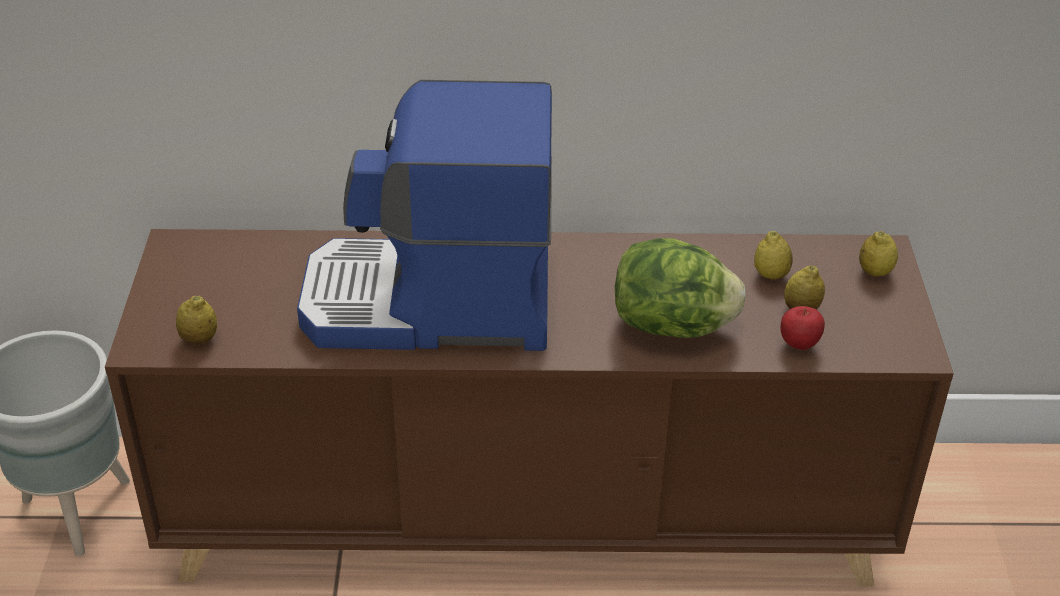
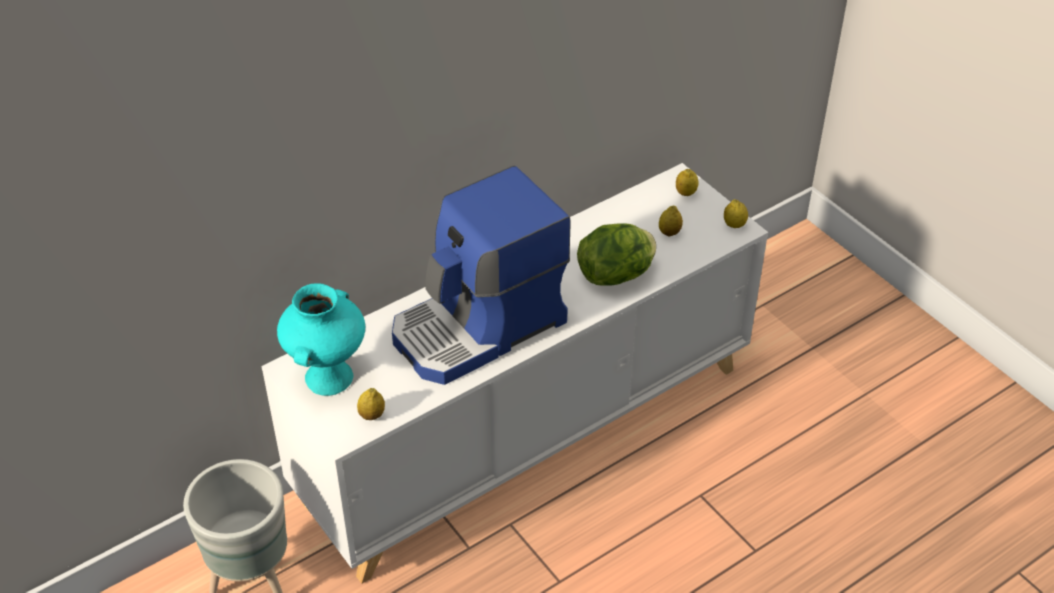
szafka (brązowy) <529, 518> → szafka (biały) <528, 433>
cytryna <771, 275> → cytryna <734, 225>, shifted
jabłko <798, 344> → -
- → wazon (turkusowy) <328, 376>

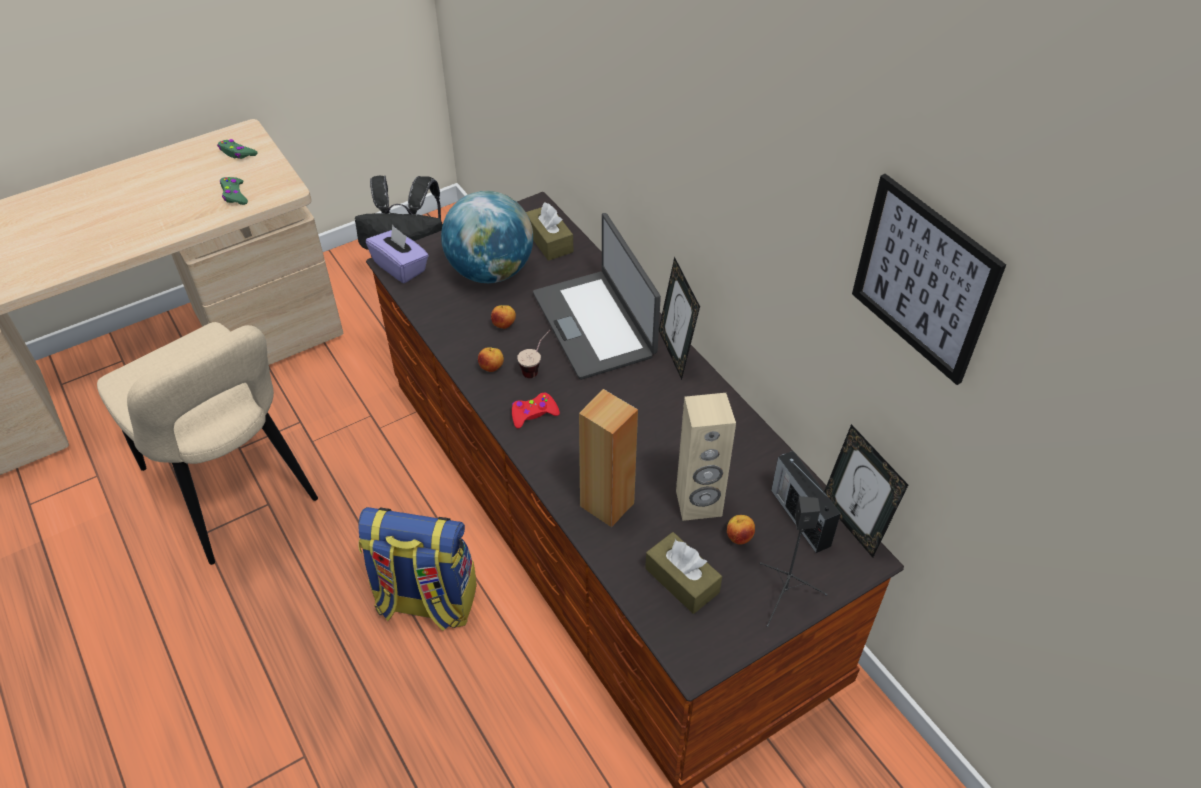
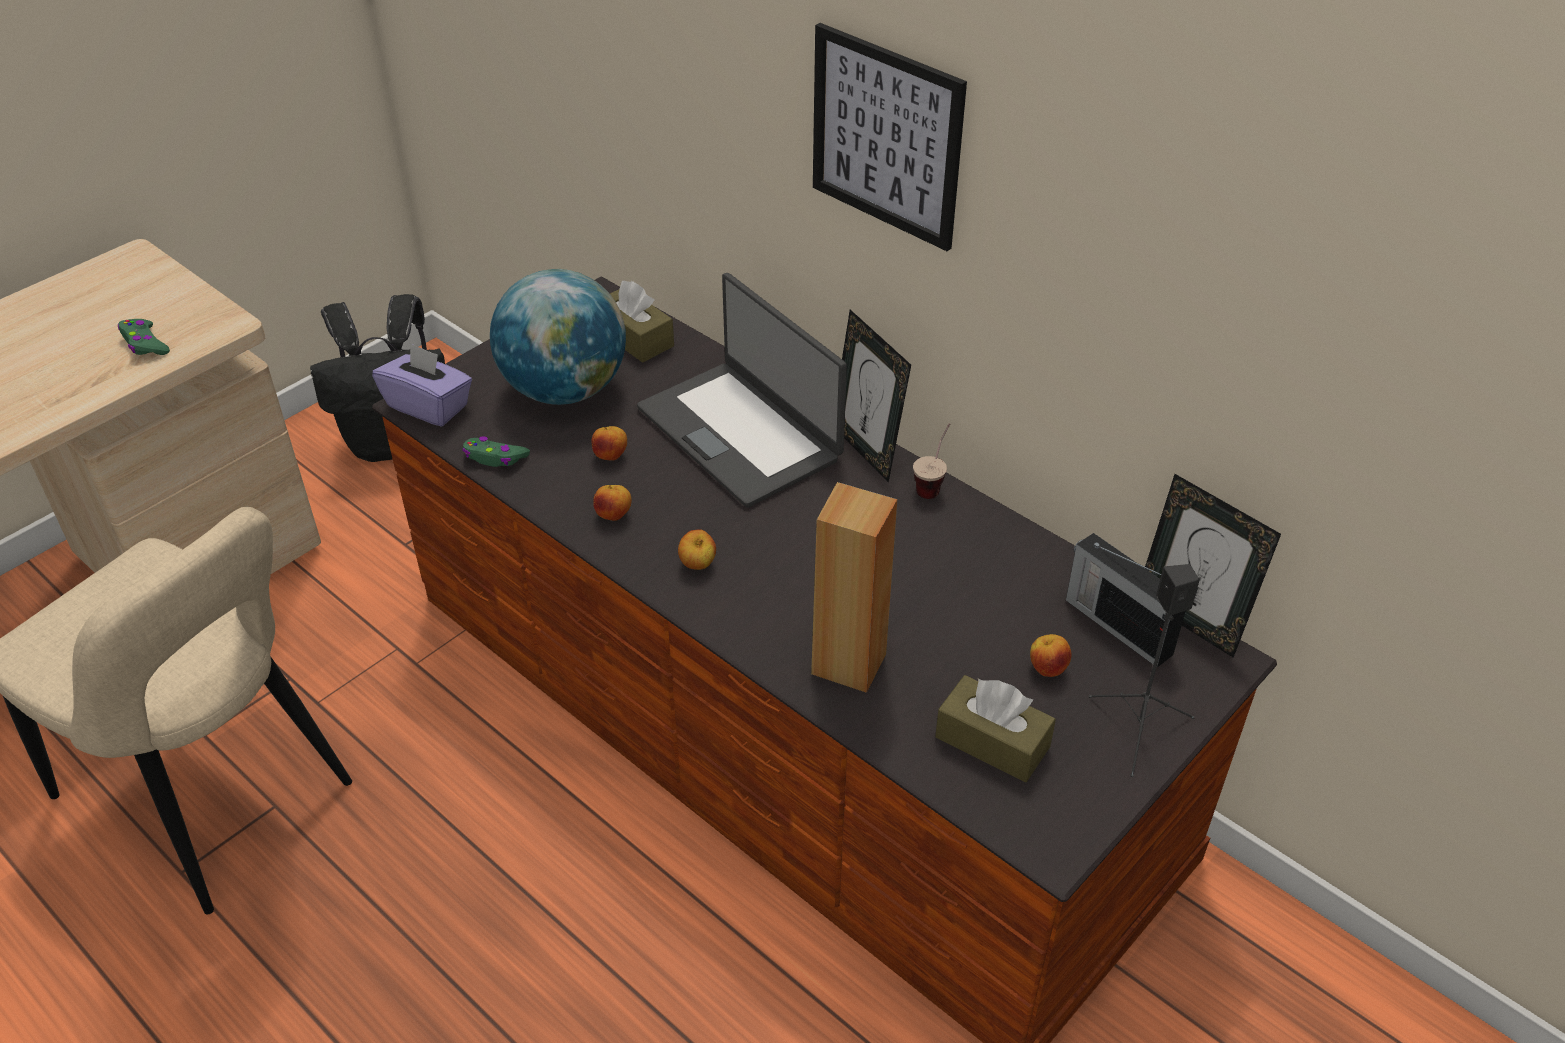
pad do gier (zielony) <237, 153> → pad do gier (zielony) <495, 458>, shifted
plecak <425, 601> → -
pad do gier (czerwony) <533, 414> → jabłko <698, 565>
filiżanka <536, 367> → filiżanka <933, 483>, shifted
głośnik (beżowy) <699, 504> → -
obraz <923, 279> → obraz <886, 137>, shifted

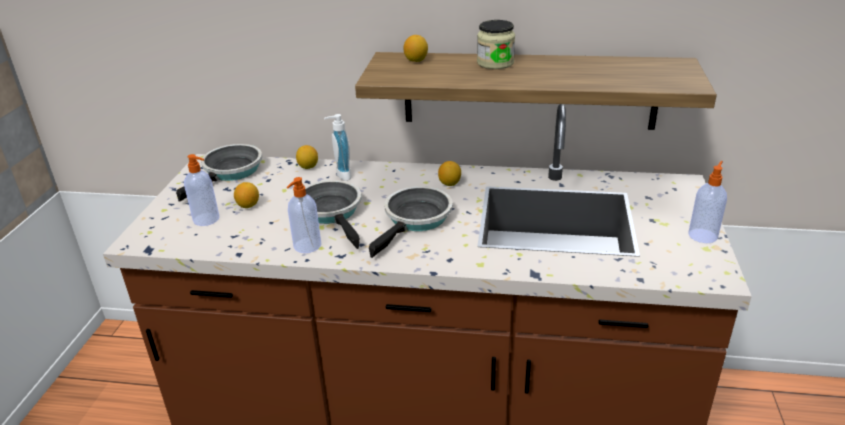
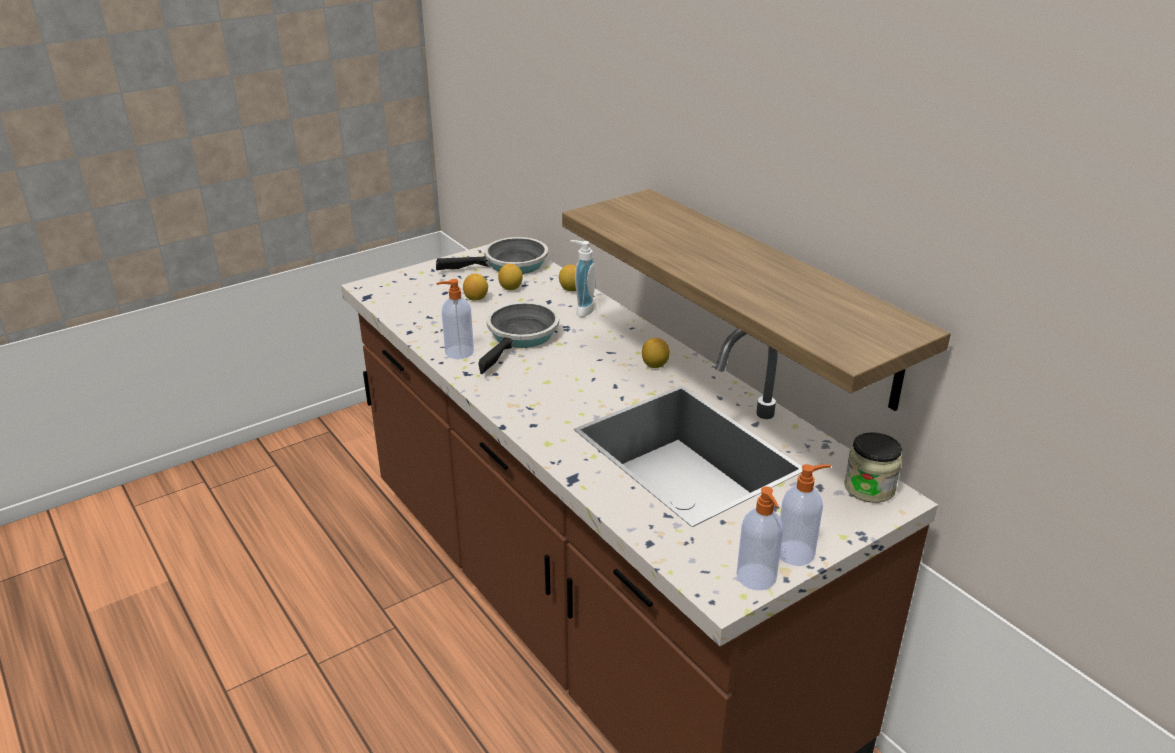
dozownik mydła <207, 219> → dozownik mydła <757, 578>, shifted
patelnia <416, 220> → -
cytryna <416, 60> → cytryna <511, 288>, shifted
słoik <495, 63> → słoik <869, 488>, shifted

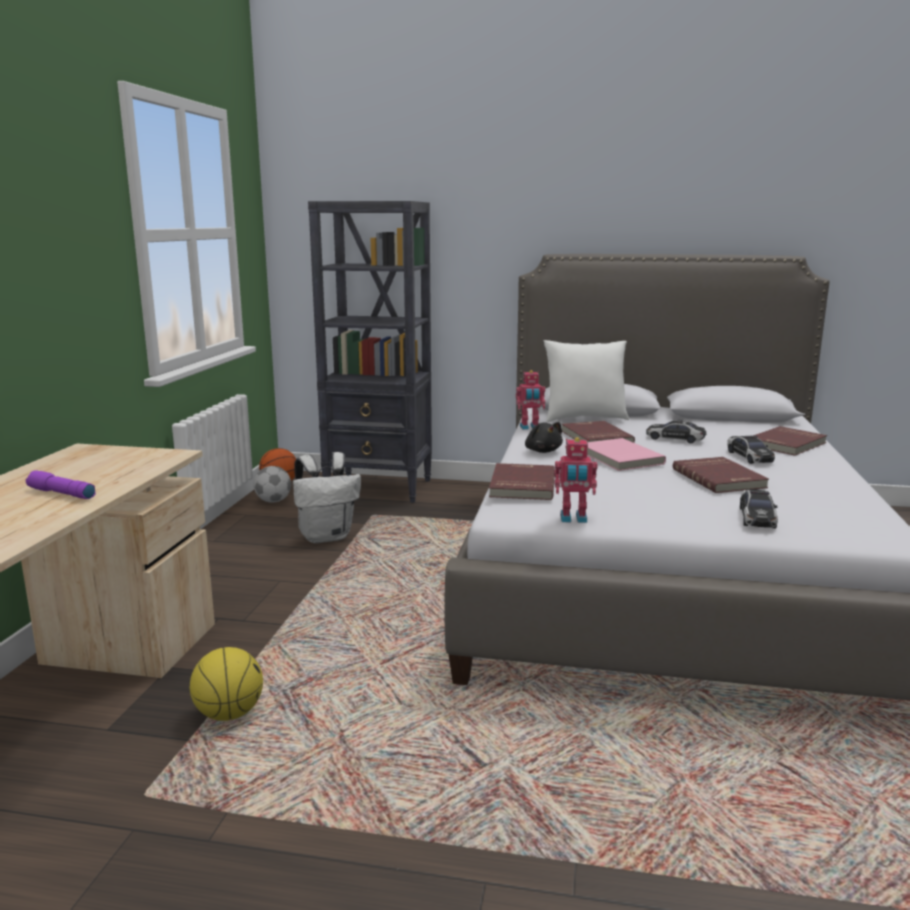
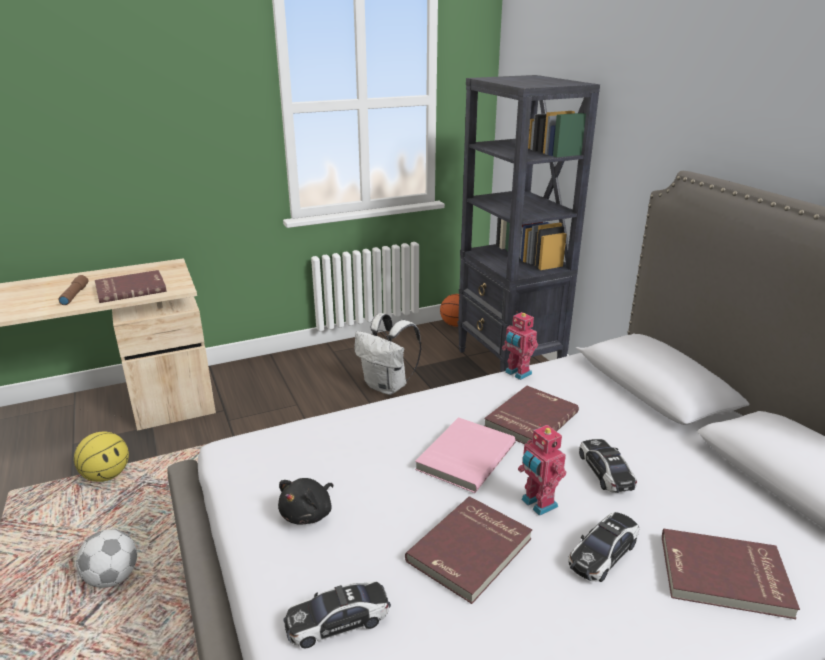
latarka (fioletowy) <61, 494> → latarka (brązowy) <74, 295>
piłka futbolowa <273, 501> → piłka futbolowa <113, 578>, shifted
książka (czerwony) <521, 485> → książka (czerwony) <131, 289>, shifted
pluszak (czarny) <542, 451> → pluszak (czarny) <308, 514>, shifted
poduszka (biały) <584, 418> → -
robot zabawkowy <573, 519> → robot zabawkowy <537, 504>, shifted

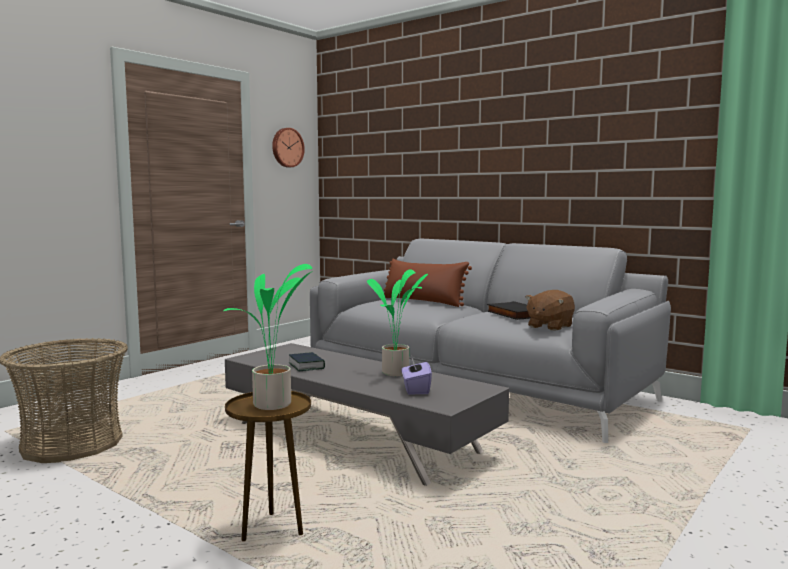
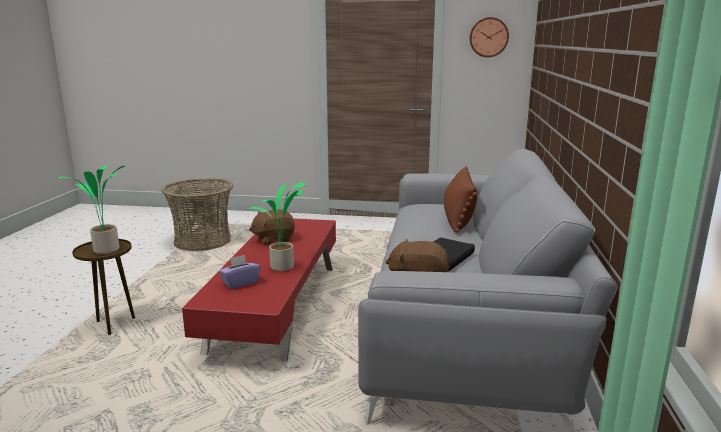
ława (szary) <357, 437> → ława (czerwony) <277, 306>
książka <306, 366> → pluszak (brązowy) <274, 239>

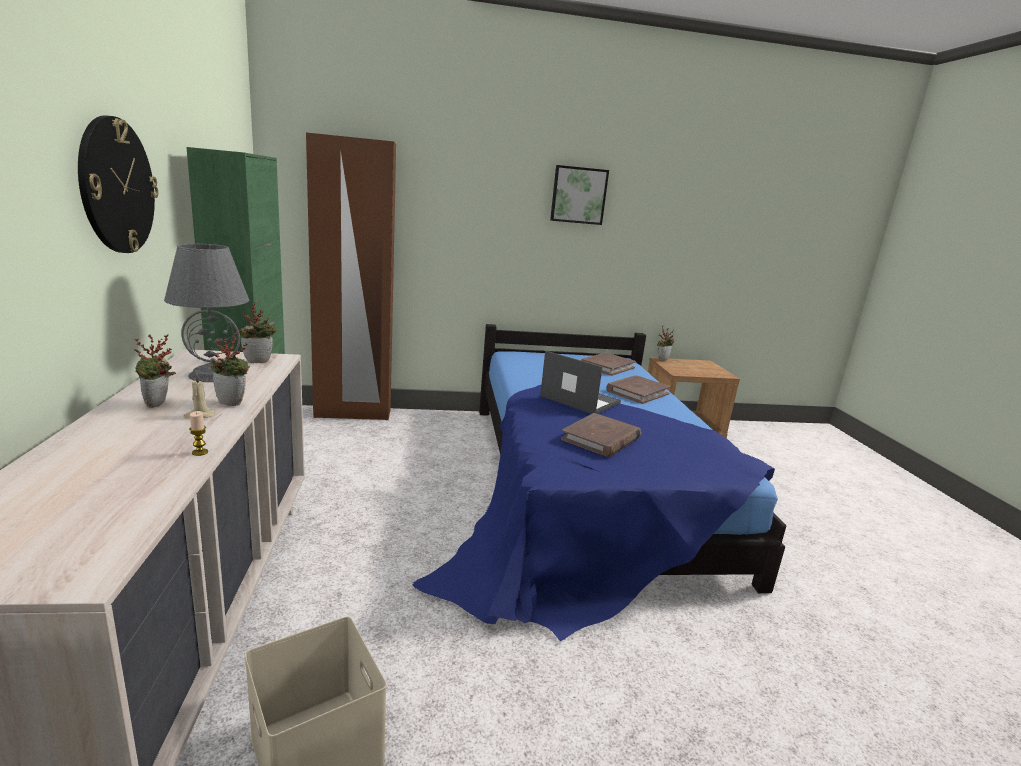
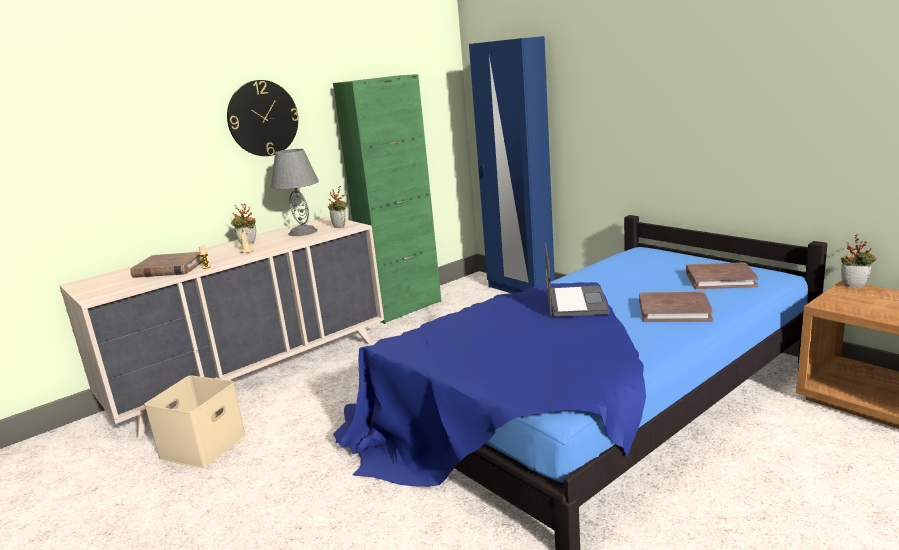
roślina doniczkowa <234, 402> → -
szafa (brązowy) <353, 413> → szafa (niebieski) <520, 290>
obraz <578, 195> → -
książka (brązowy) <601, 438> → książka (brązowy) <169, 269>, shifted

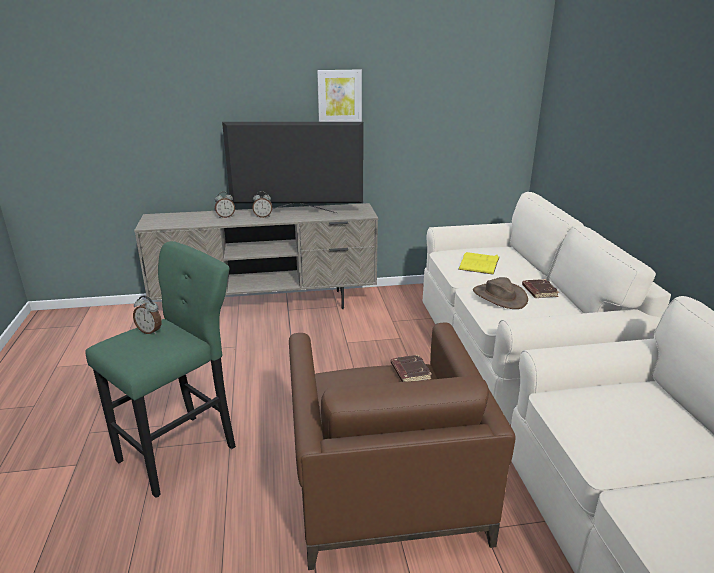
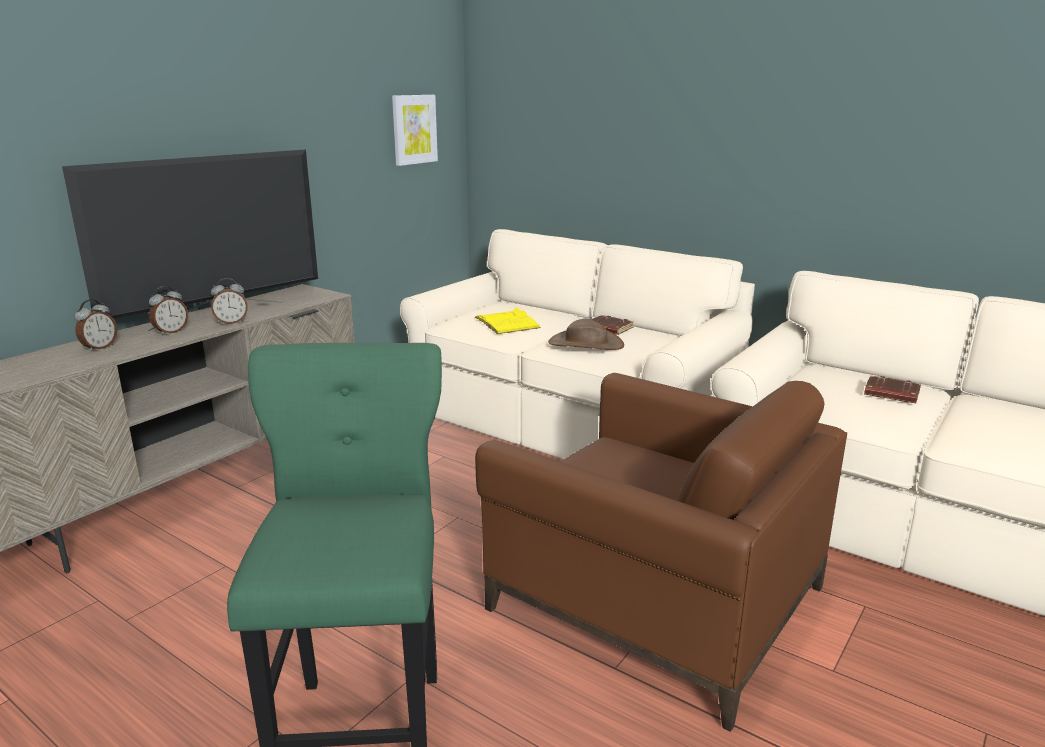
budzik <150, 331> → budzik <231, 322>, shifted
obraz <339, 96> → obraz <414, 129>, shifted
książka (brązowy) <409, 372> → książka (brązowy) <890, 394>, shifted

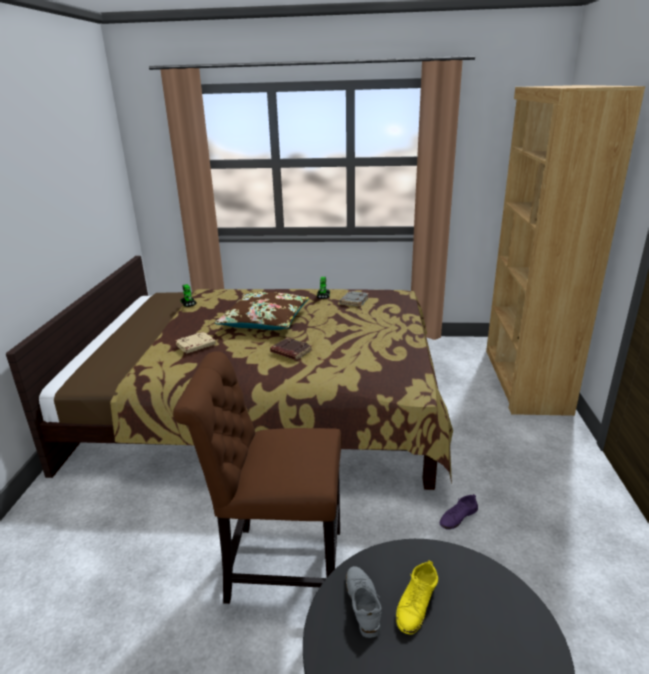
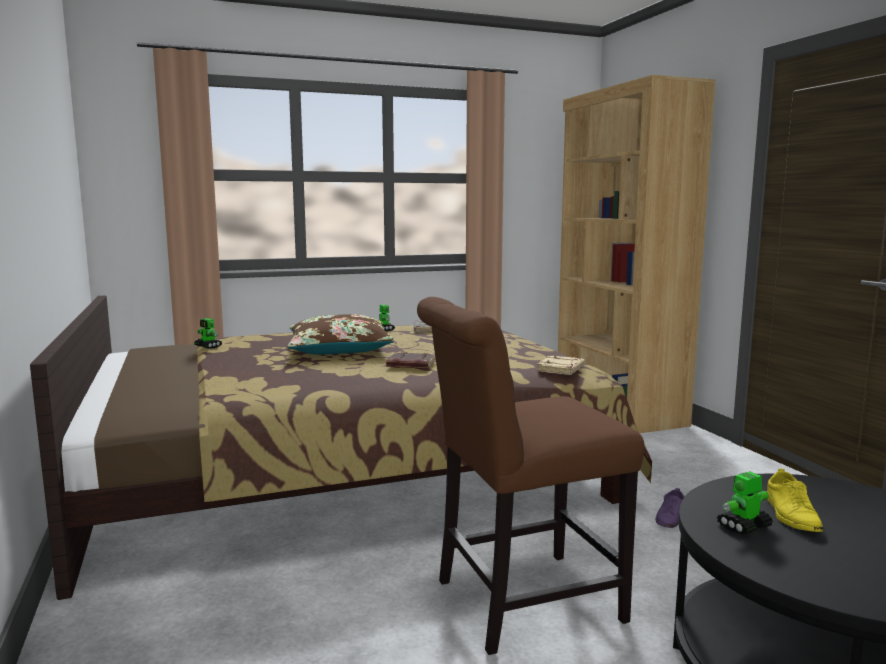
książka (beżowy) <195, 346> → książka (beżowy) <561, 369>, shifted
but (szary) <363, 603> → robot zabawkowy <743, 526>

